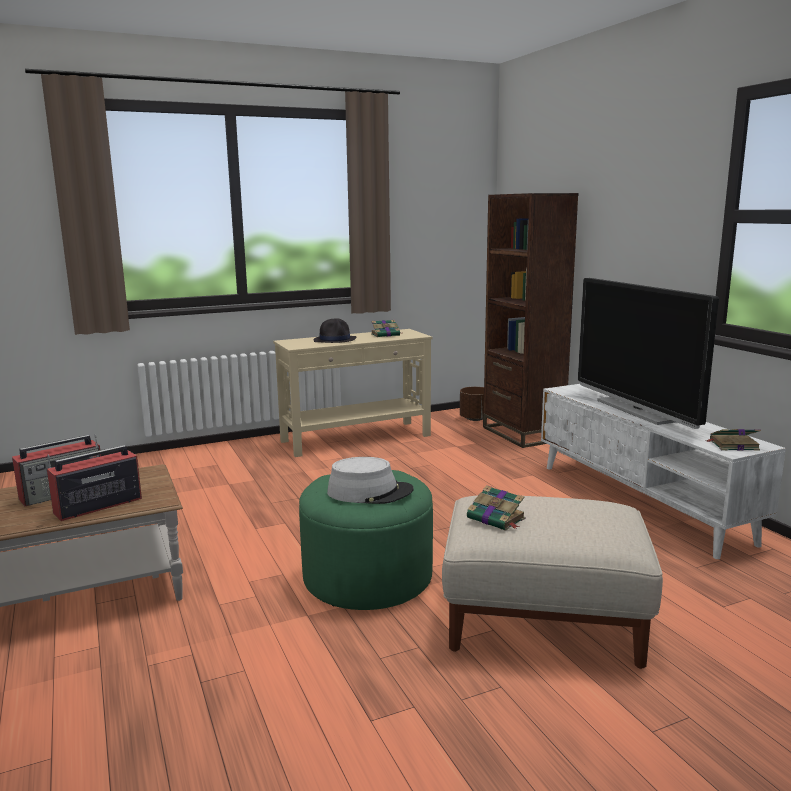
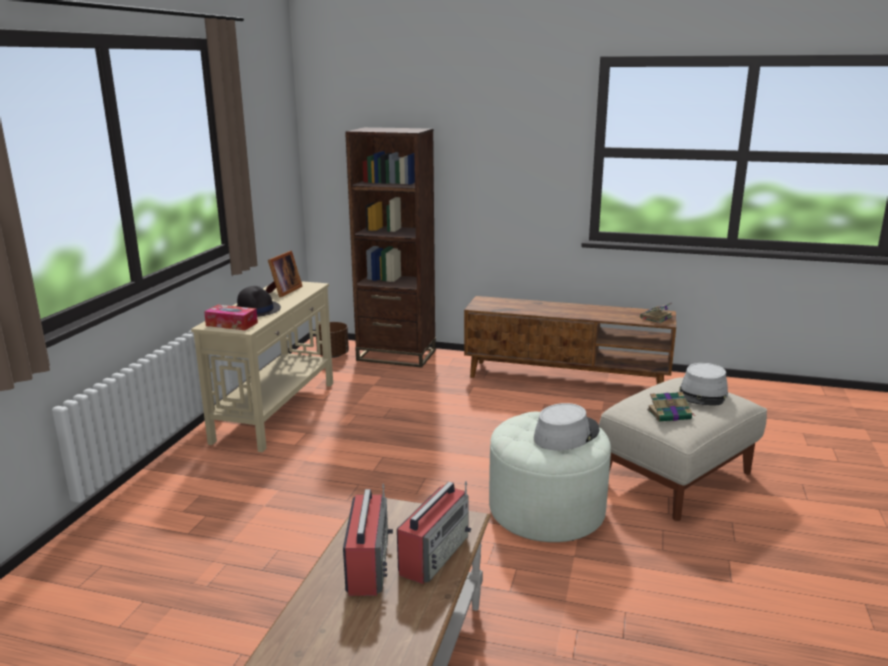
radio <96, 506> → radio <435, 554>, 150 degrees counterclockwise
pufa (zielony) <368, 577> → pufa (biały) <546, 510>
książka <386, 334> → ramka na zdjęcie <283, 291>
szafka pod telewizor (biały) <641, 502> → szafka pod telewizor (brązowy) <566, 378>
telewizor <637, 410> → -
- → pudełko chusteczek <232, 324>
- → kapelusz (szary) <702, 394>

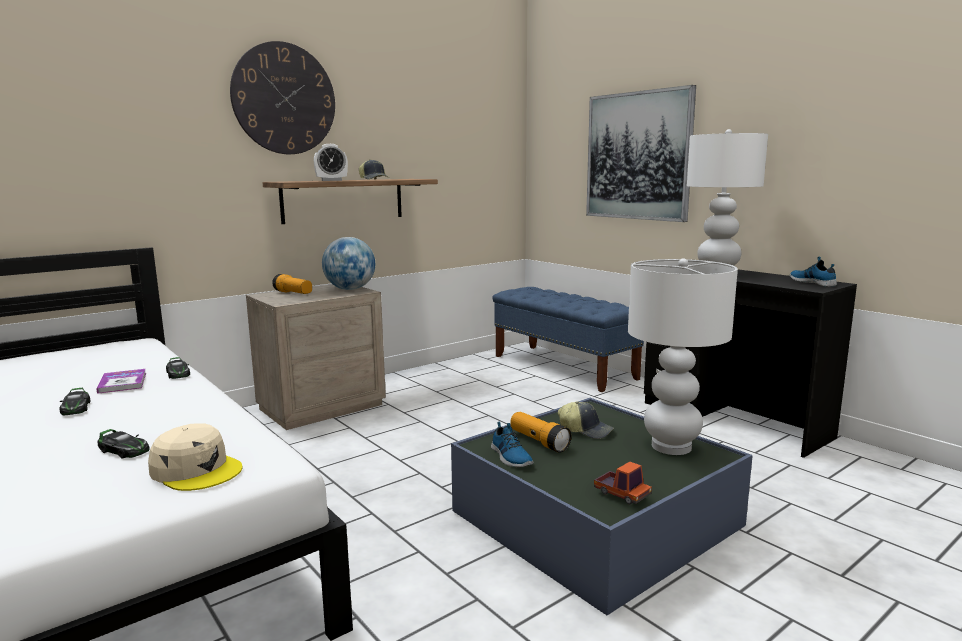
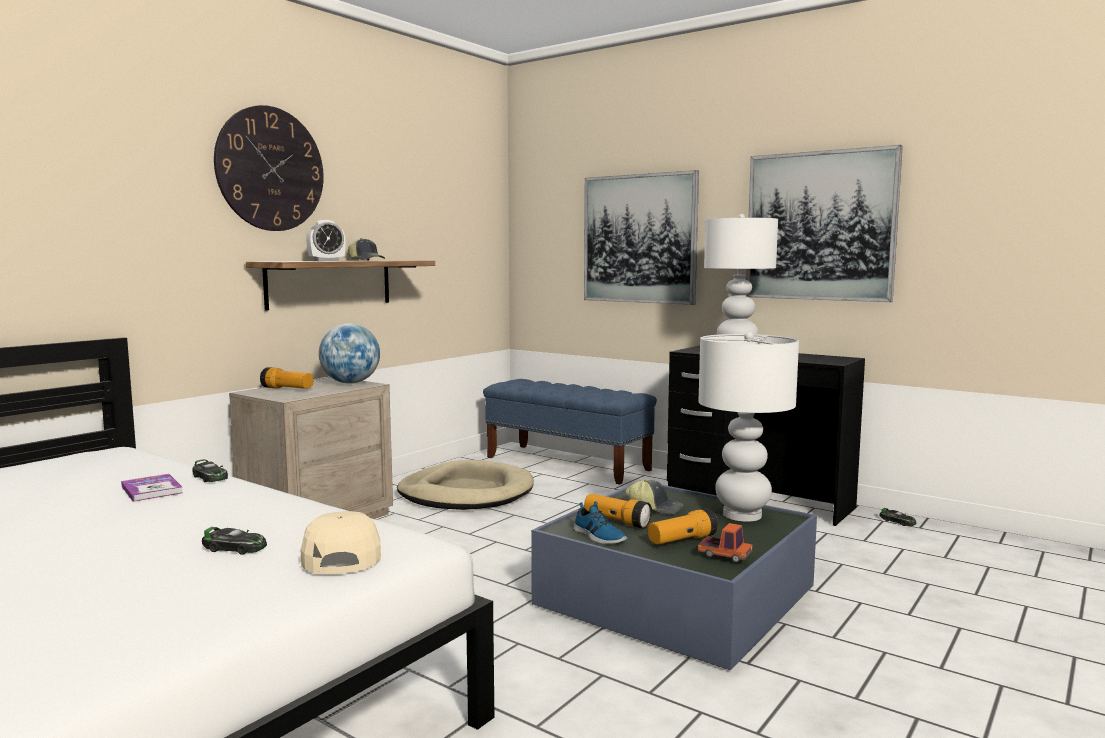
samochodzik <76, 407> → samochodzik <897, 521>, shifted
czapka z daszkiem (beżowy) <196, 470> → czapka z daszkiem (beżowy) <341, 555>, 120 degrees counterclockwise
but <813, 282> → -
- → legowisko (beżowy) <466, 493>
- → latarka <682, 540>
- → obraz <820, 226>

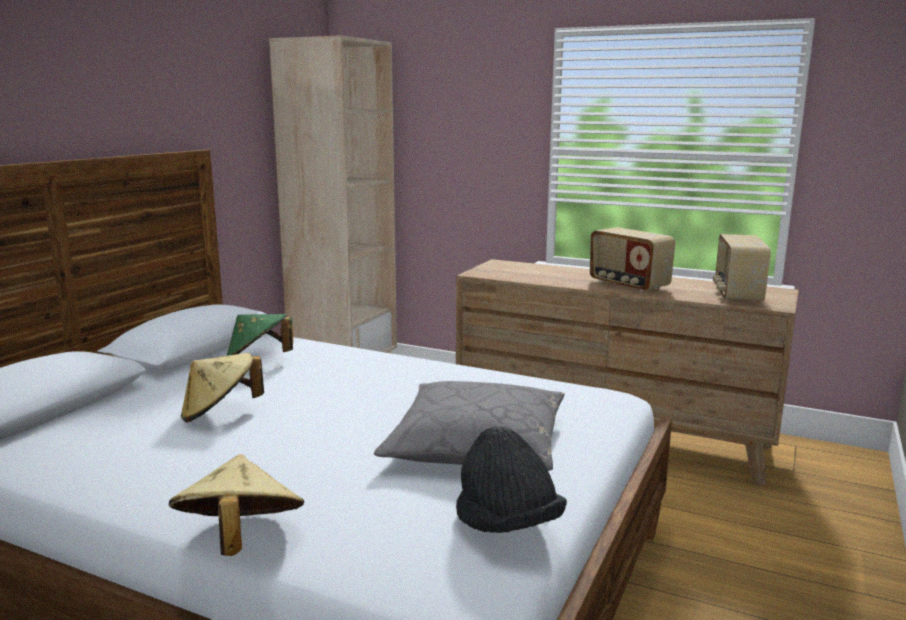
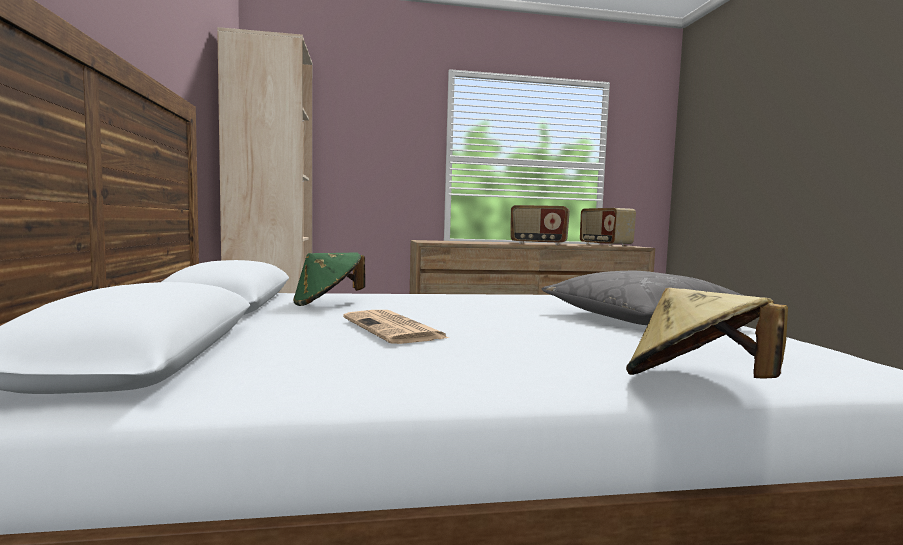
kapelusz (beżowy) <220, 413> → gazeta <394, 328>
kapelusz (czarny) <507, 524> → -

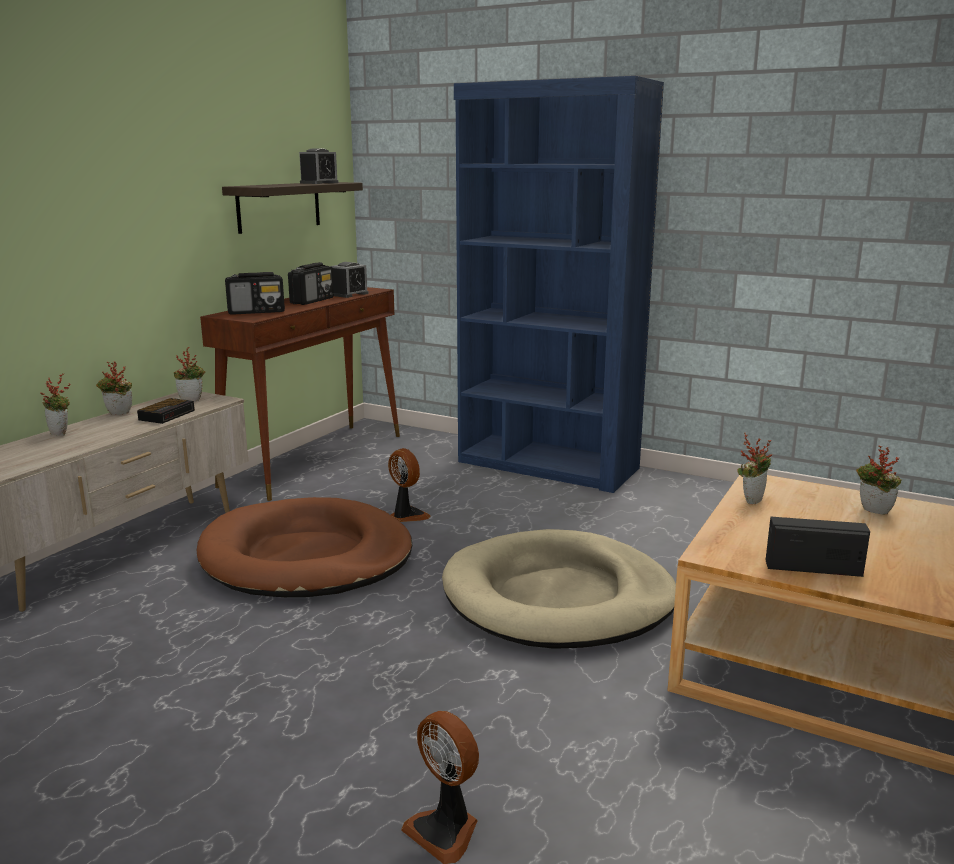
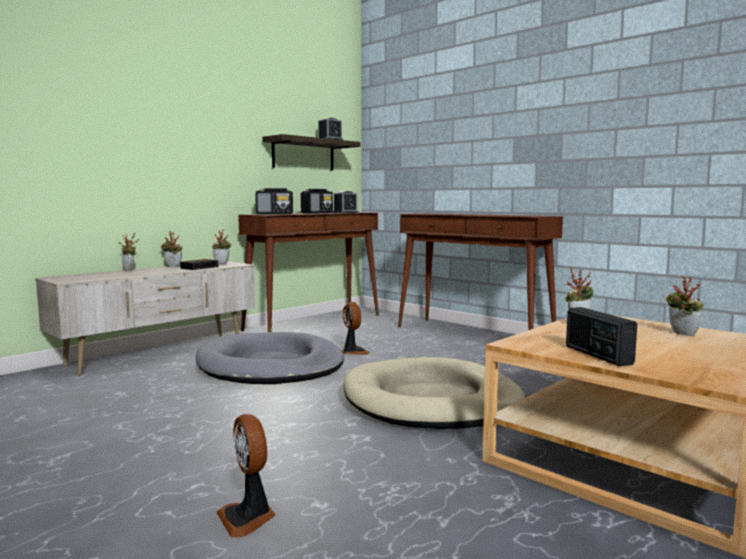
legowisko (brązowy) <306, 556> → legowisko (szary) <271, 366>
regał (niebieski) <547, 465> → stolik konsolowy (brązowy) <473, 335>
radio <813, 568> → radio <597, 355>, 135 degrees counterclockwise

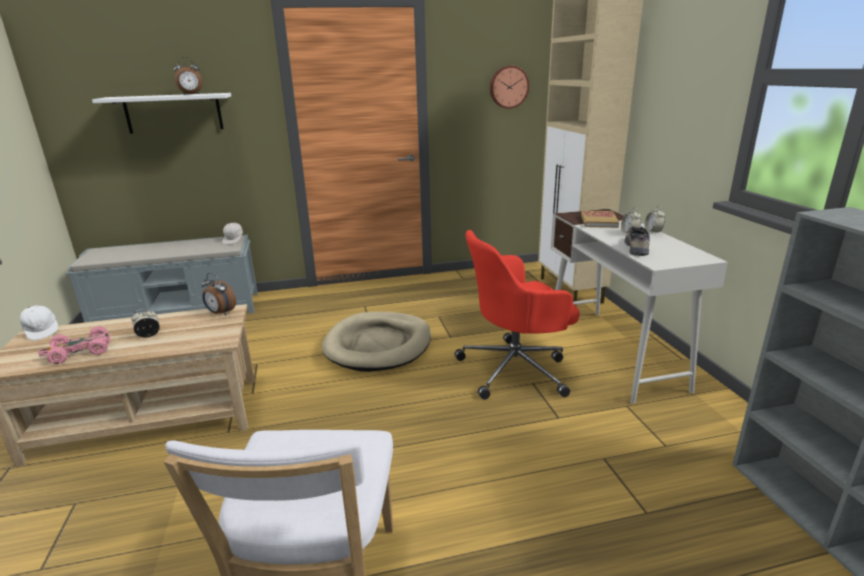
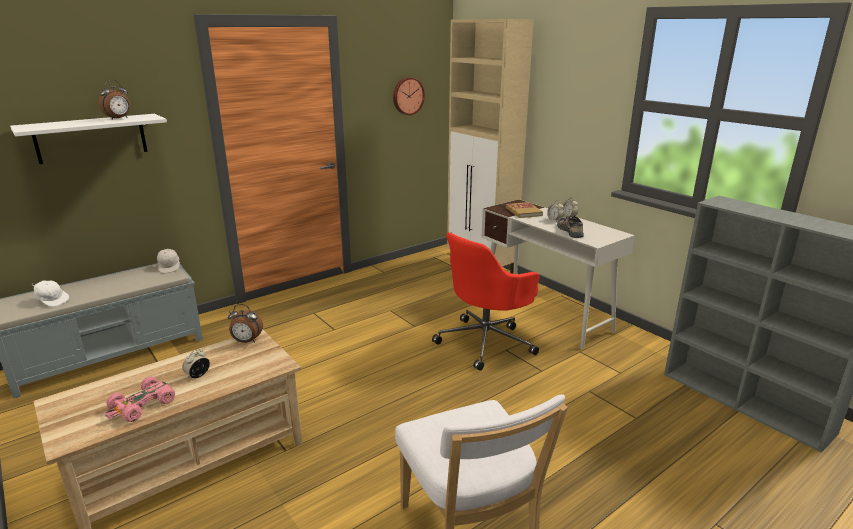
czapka z daszkiem (biały) <42, 331> → czapka z daszkiem (biały) <52, 300>, shifted
legowisko (beżowy) <378, 345> → -

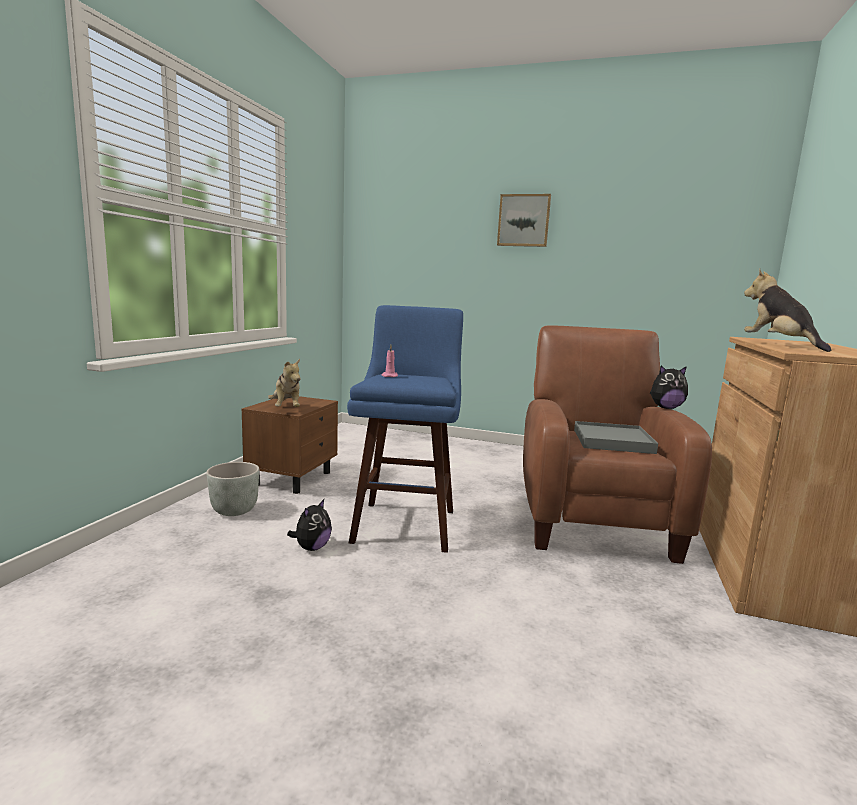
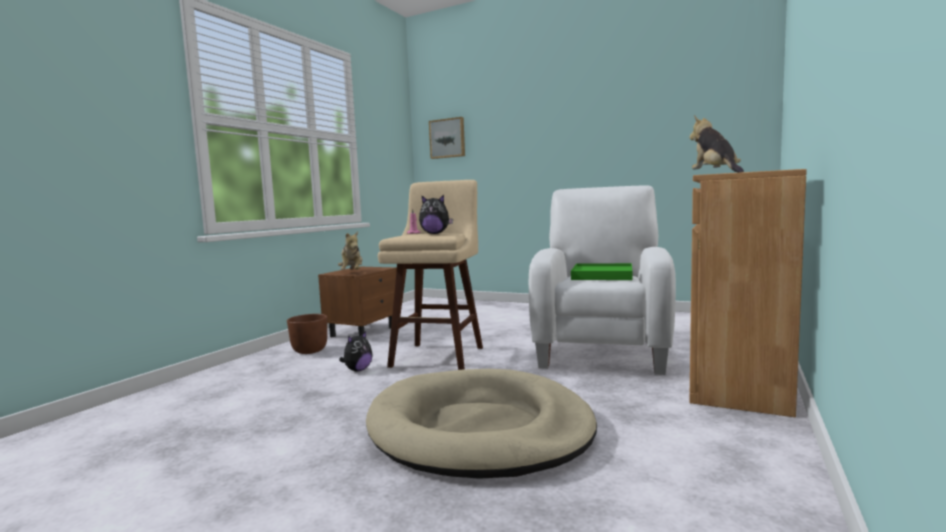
donica (szary) <235, 510> → donica (brązowy) <310, 351>
stołek (niebieski) <406, 523> → stołek (beżowy) <439, 355>
obraz <524, 220> → obraz <447, 138>, shifted
fotel (brązowy) <591, 518> → fotel (biały) <602, 349>
taca (szary) <612, 441> → taca (zielony) <602, 275>
pluszak <666, 408> → pluszak <435, 234>, shifted
- → legowisko (beżowy) <480, 429>

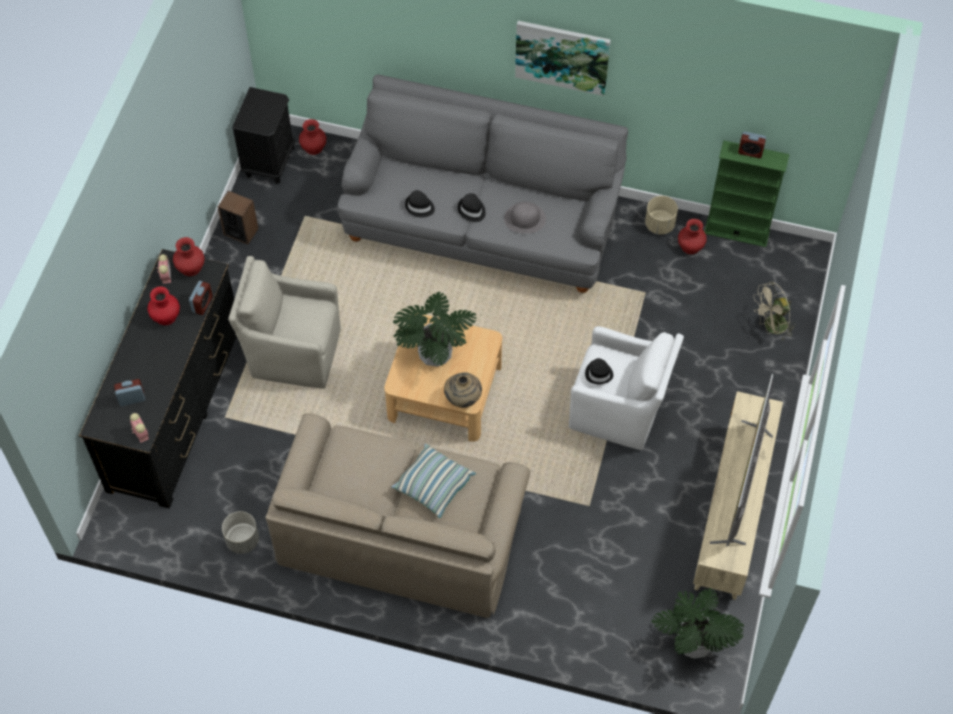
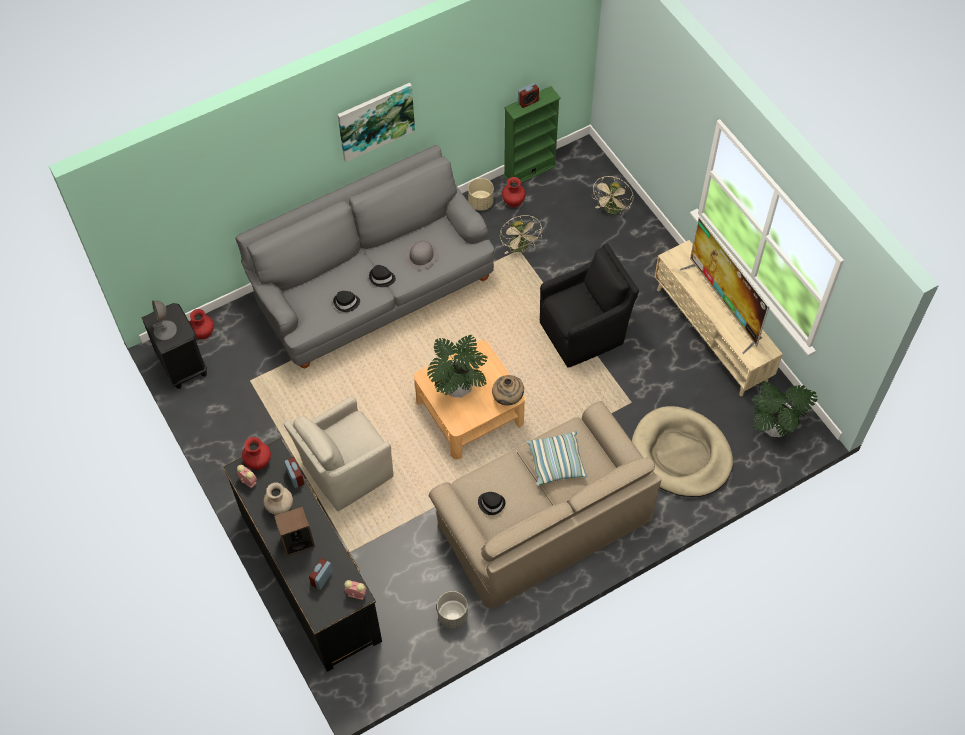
wazon (czerwony) <165, 316> → wazon (beżowy) <279, 506>
głośnik <241, 231> → głośnik <297, 541>, shifted
fotel (biały) <619, 410> → fotel (czarny) <584, 332>
kapelusz (czarny) <599, 373> → kapelusz (czarny) <491, 503>, shifted
- → lampa stołowa (szary) <165, 331>
- → wentylator (beżowy) <520, 248>
- → legowisko (beżowy) <681, 454>

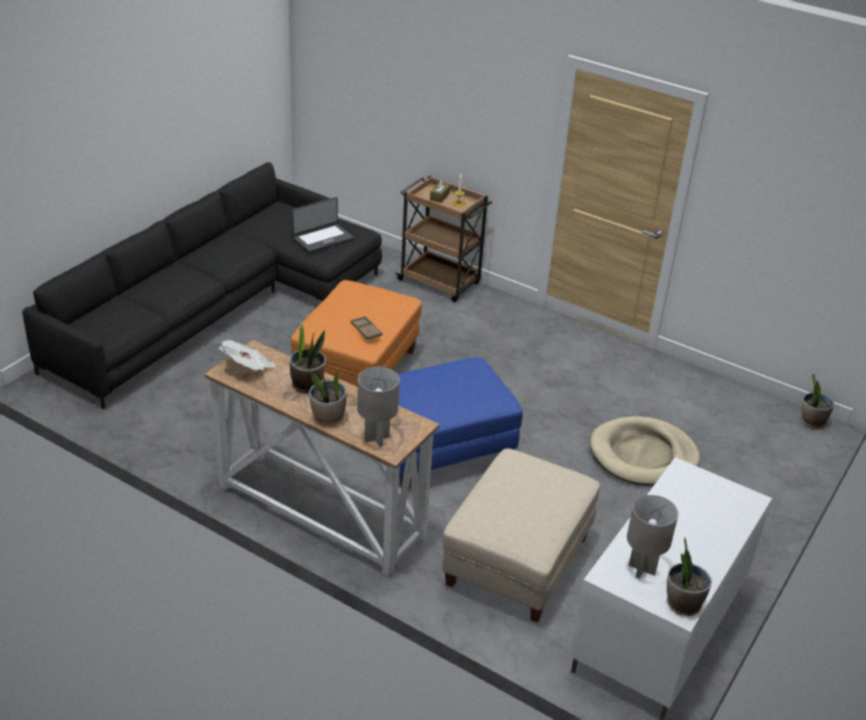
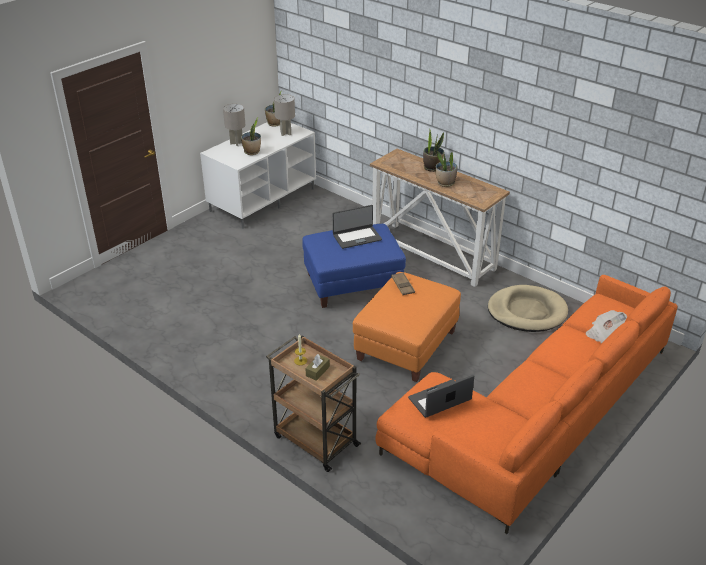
kanapa (czarny) <219, 306> → kanapa (pomarańczowy) <535, 417>
gazeta <248, 367> → gazeta <604, 334>, shifted
lampa stołowa (szary) <377, 438> → lampa stołowa (szary) <236, 143>, shifted
pufa (beżowy) <517, 561> → -
legowisko (beżowy) <643, 455> → legowisko (beżowy) <527, 312>, shifted
roślina doniczkowa <812, 422> → roślina doniczkowa <252, 152>, shifted
- → laptop <357, 237>

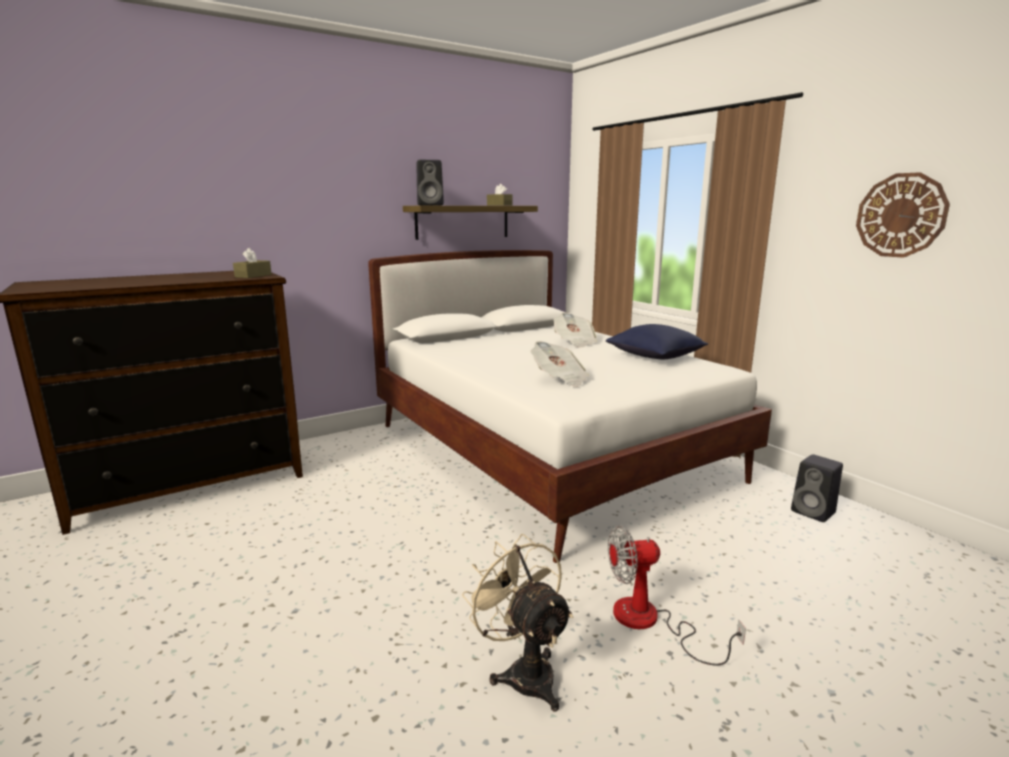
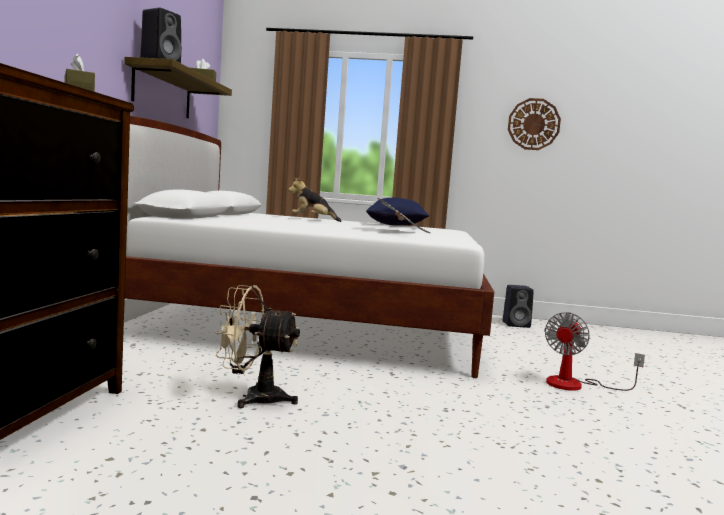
wentylator (beżowy) <523, 672> → wentylator (beżowy) <254, 398>, shifted
gazeta <574, 342> → pluszak <312, 219>

